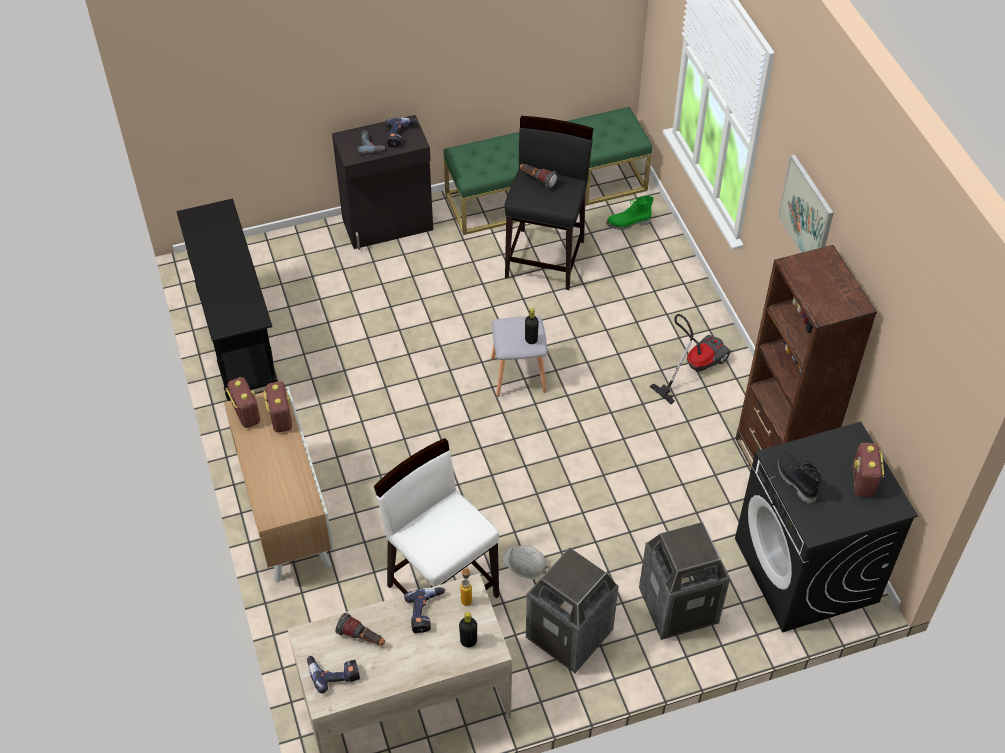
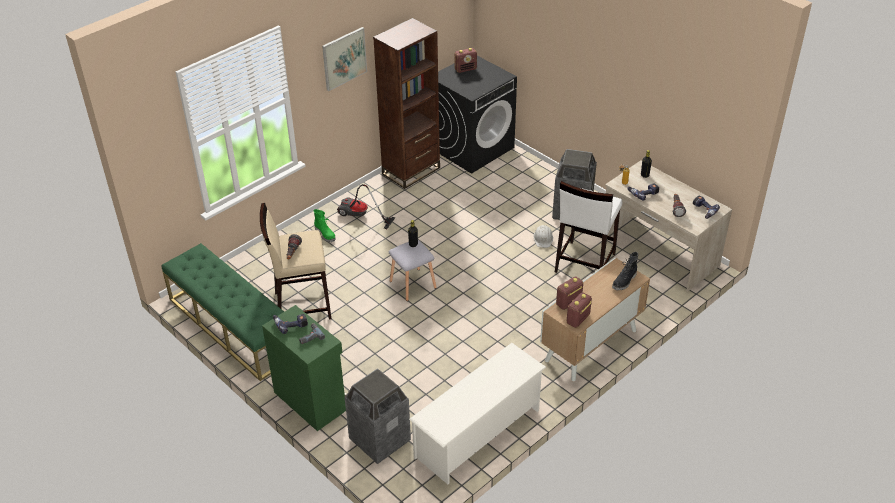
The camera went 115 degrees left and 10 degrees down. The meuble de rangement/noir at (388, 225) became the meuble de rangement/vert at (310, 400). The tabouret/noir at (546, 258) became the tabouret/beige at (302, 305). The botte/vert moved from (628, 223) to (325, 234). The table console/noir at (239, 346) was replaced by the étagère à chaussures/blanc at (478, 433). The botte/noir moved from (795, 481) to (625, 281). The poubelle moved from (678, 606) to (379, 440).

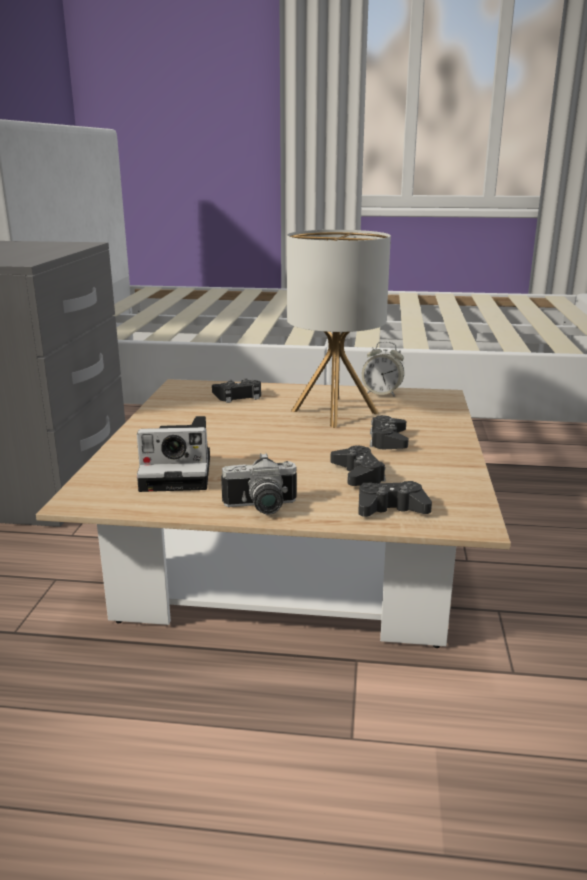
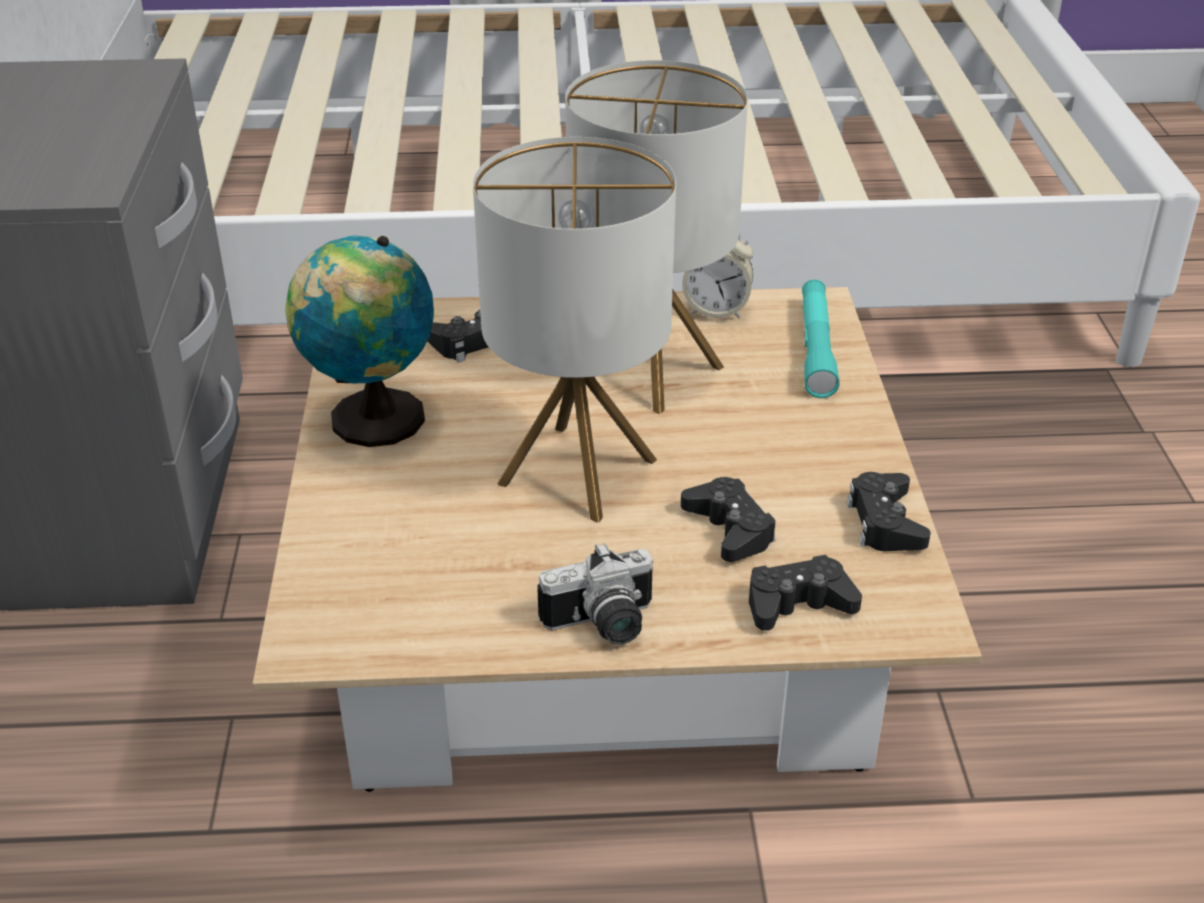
The camera went 10 degrees left and 15 degrees up. The manette/noir moved from (388, 440) to (885, 522). The appareil photo at (180, 472) disappeared. The lampe de table at (577, 471) appeared. The globe at (371, 421) appeared. The lampe de poche/turquoise at (816, 348) appeared.

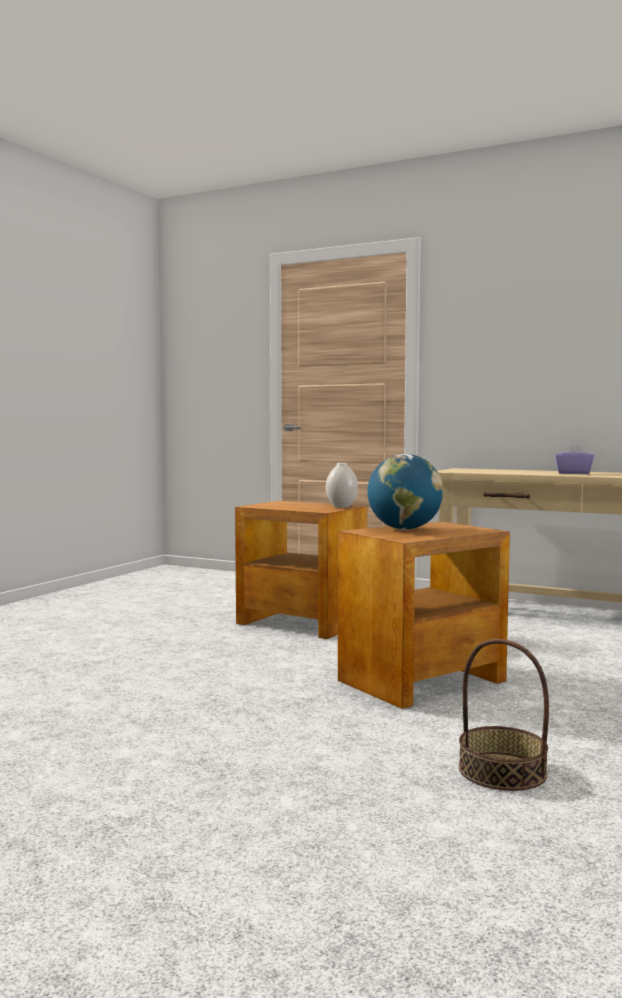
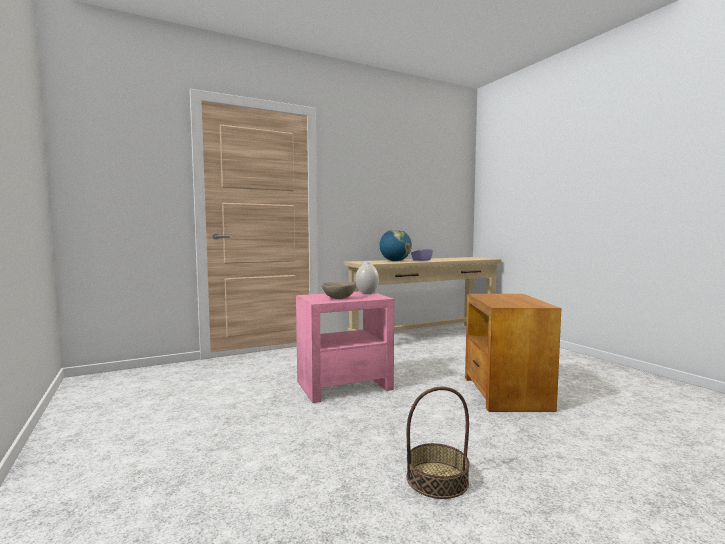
The camera went 55 degrees left and 0 degrees up. The globe moved from (404, 529) to (395, 261). The table d'appoint/marron at (301, 622) became the table d'appoint/rose at (343, 385). The panier moved from (502, 771) to (437, 479). The bol/beige at (338, 298) appeared.

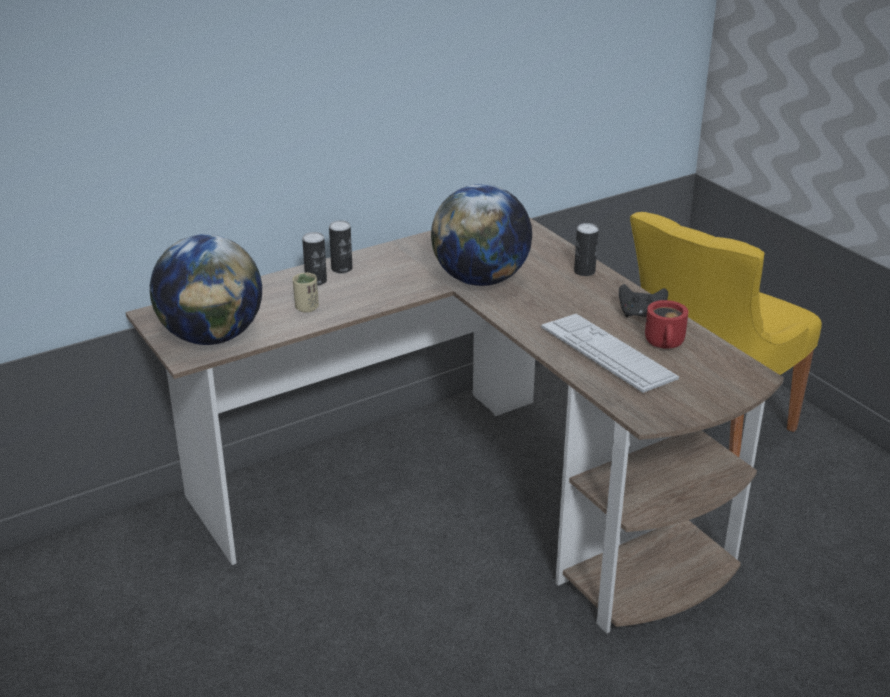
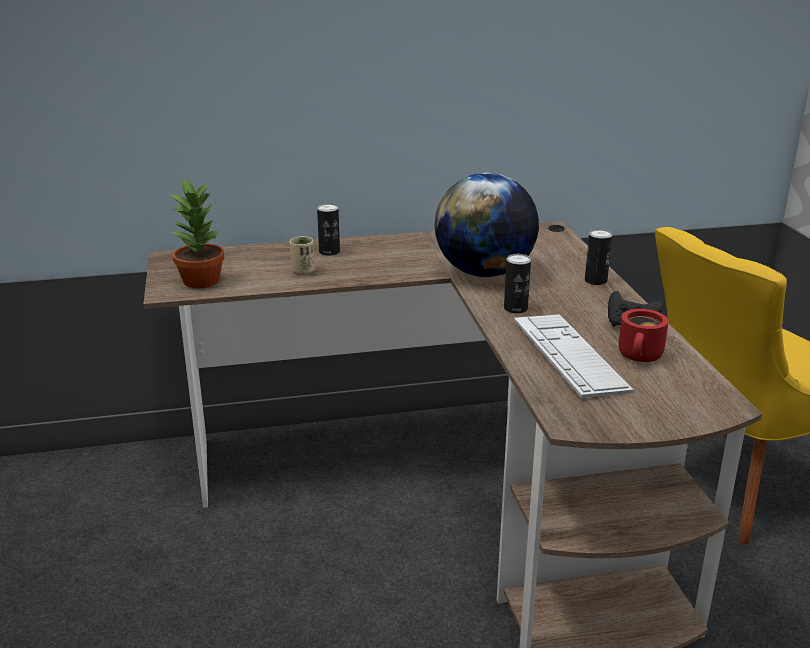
The camera went 20 degrees right and 5 degrees down. The boîte métallique moved from (341, 268) to (515, 309). The globe at (212, 336) was replaced by the plante en pot at (202, 280).

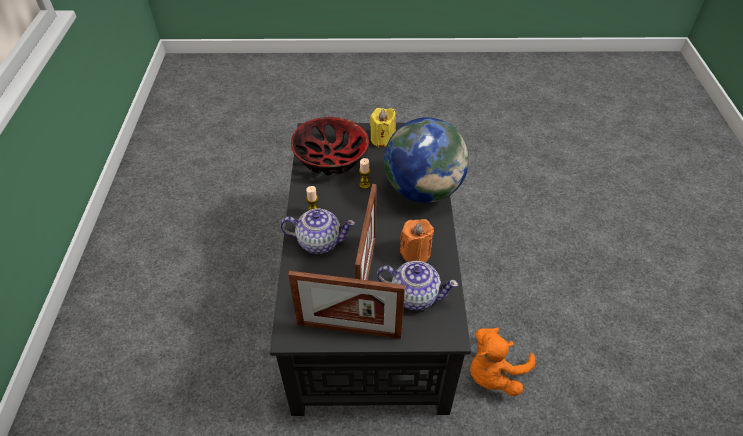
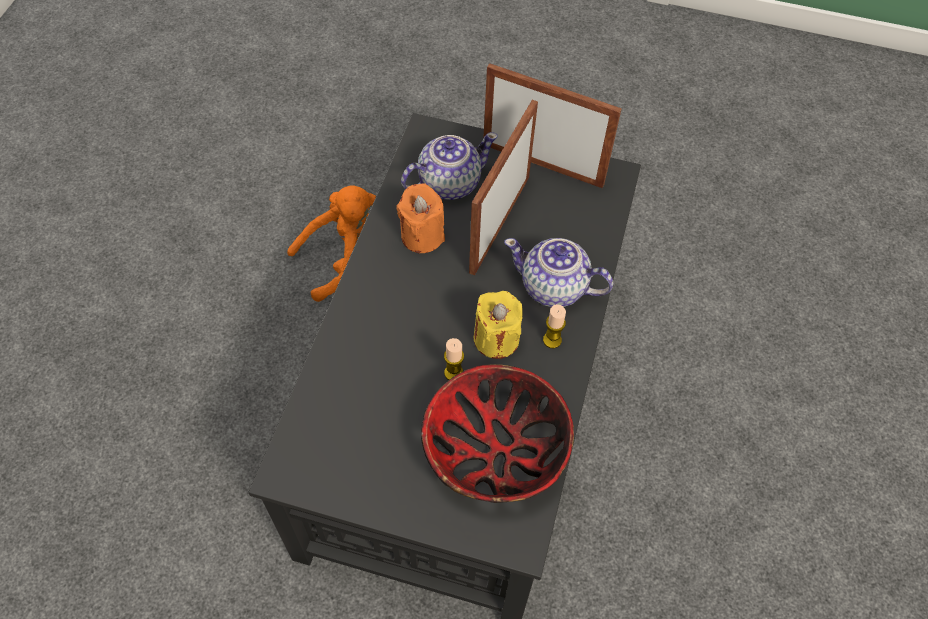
The camera went 165 degrees left and 10 degrees up. The bougie/jaune moved from (382, 139) to (496, 339). The globe at (423, 189) disappeared. The théière at (414, 295) turned 120 degrees clockwise.

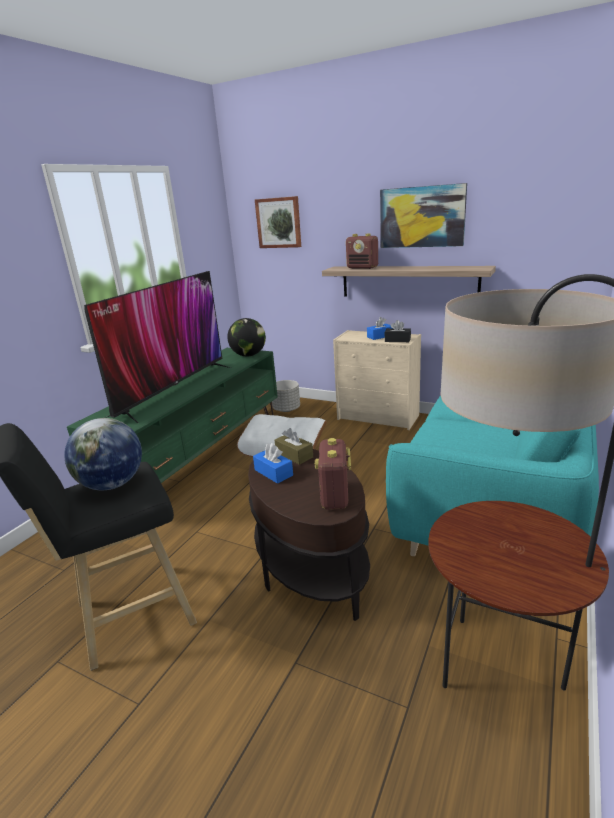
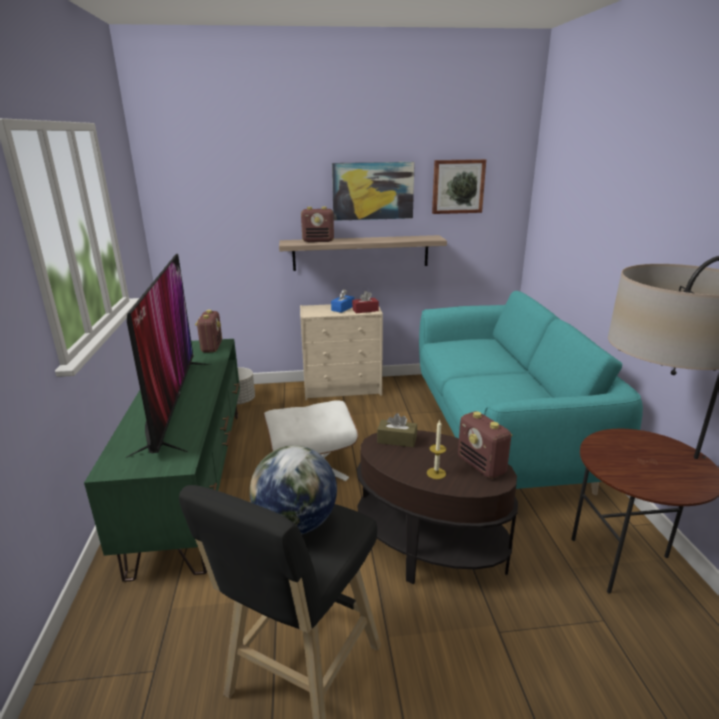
The camera went 35 degrees left and 0 degrees up. The tableau moved from (279, 222) to (458, 186). The globe at (248, 355) was replaced by the radio at (211, 347). The boîte à mouchoirs/noir at (397, 340) became the boîte à mouchoirs/rouge at (365, 310). The boîte à mouchoirs/bleu at (273, 472) disappeared. The bougie at (436, 473) appeared.

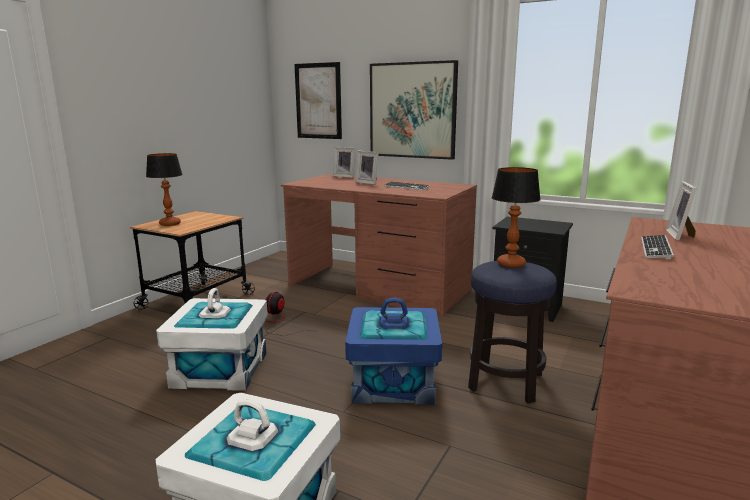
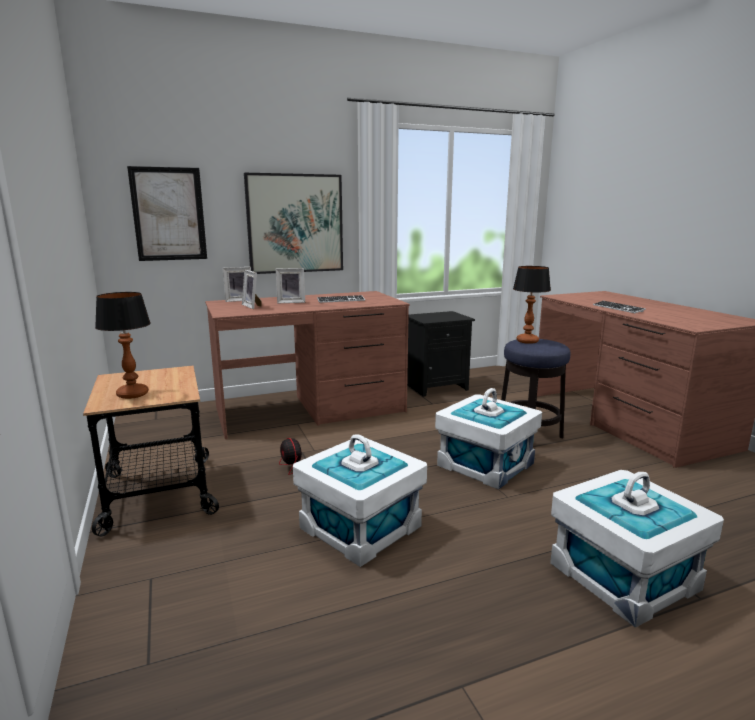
The camera went 50 degrees left and 0 degrees up. The cadre photo moved from (681, 236) to (253, 306). The boîte de rangement/bleu at (393, 381) became the boîte de rangement/blanc at (485, 464).

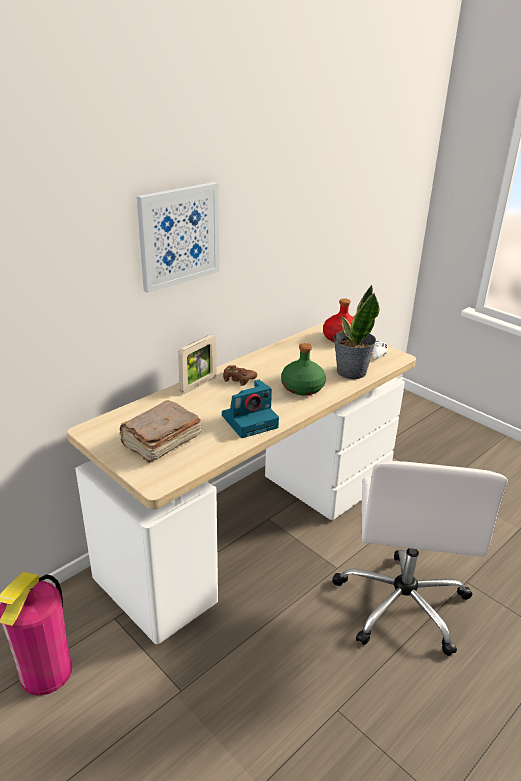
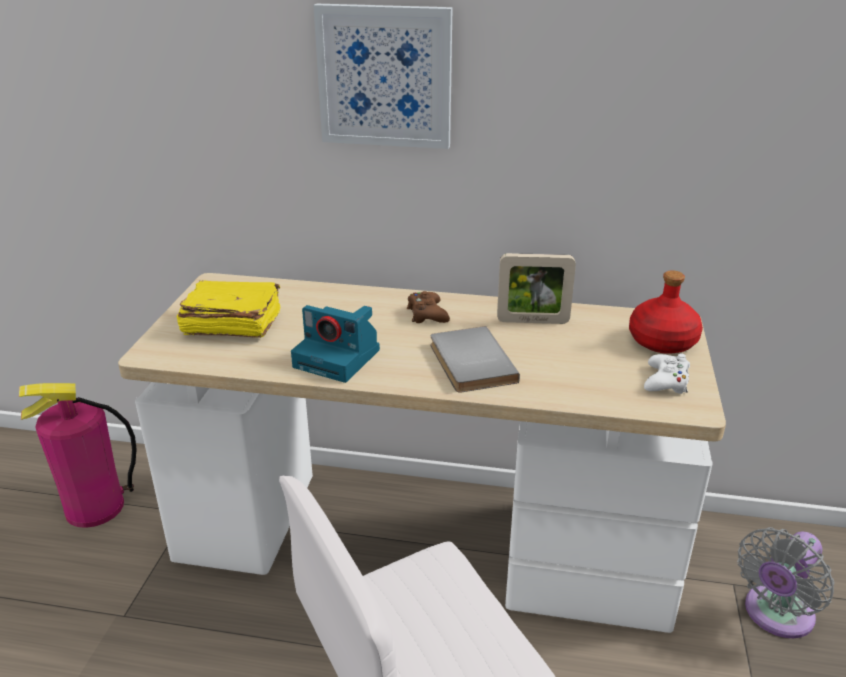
The camera went 55 degrees right and 0 degrees up. The plante en pot at (351, 372) disappeared. The cadre photo moved from (198, 384) to (532, 321). The bouteille/vert at (302, 388) was replaced by the livre/gris at (469, 363). The livre/marron at (160, 442) became the livre/jaune at (231, 324). The ventilateur/gris at (775, 615) appeared.

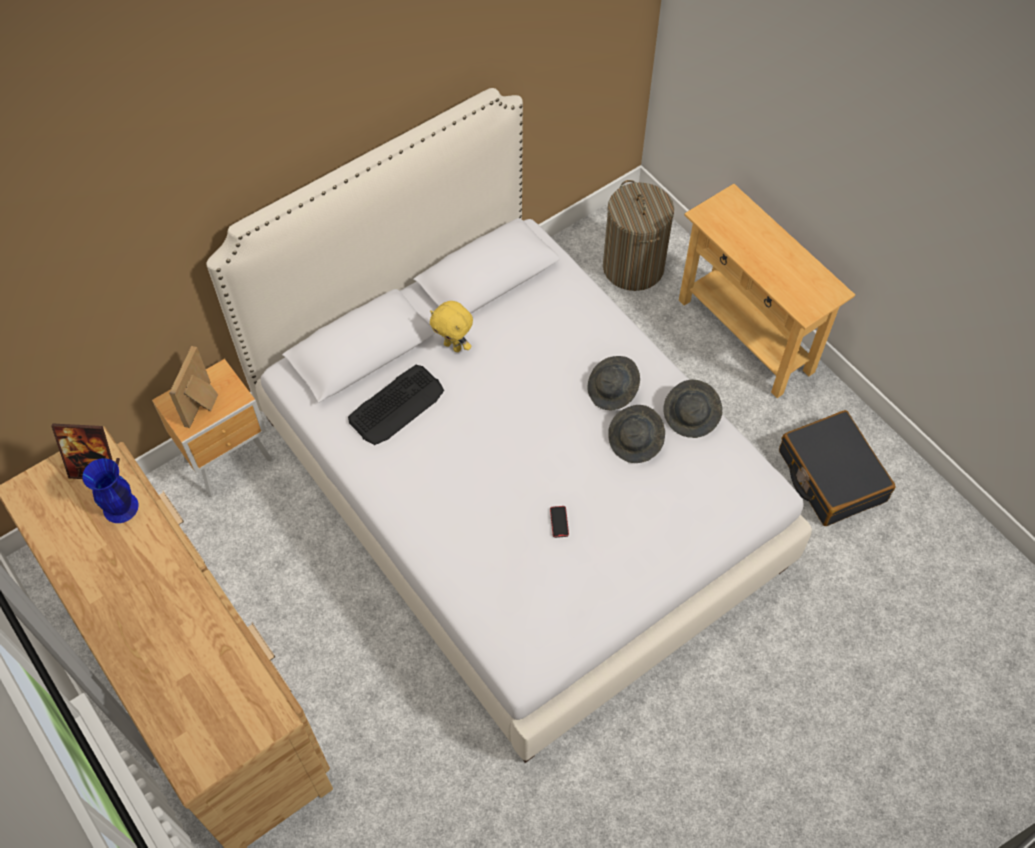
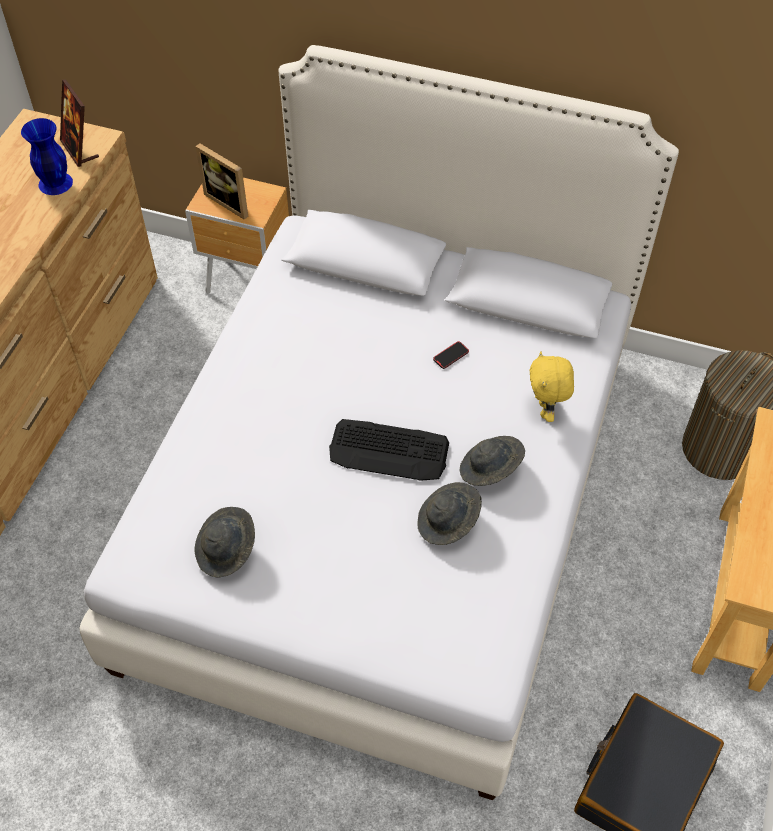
The camera went 55 degrees right and 5 degrees down. The peluche/jaune moved from (453, 346) to (546, 411). The cadre photo at (203, 405) turned 120 degrees counterclockwise. The clavier moved from (397, 405) to (389, 451). The chapeau/gris moved from (691, 416) to (227, 551). The téléphone moved from (559, 522) to (451, 356).

